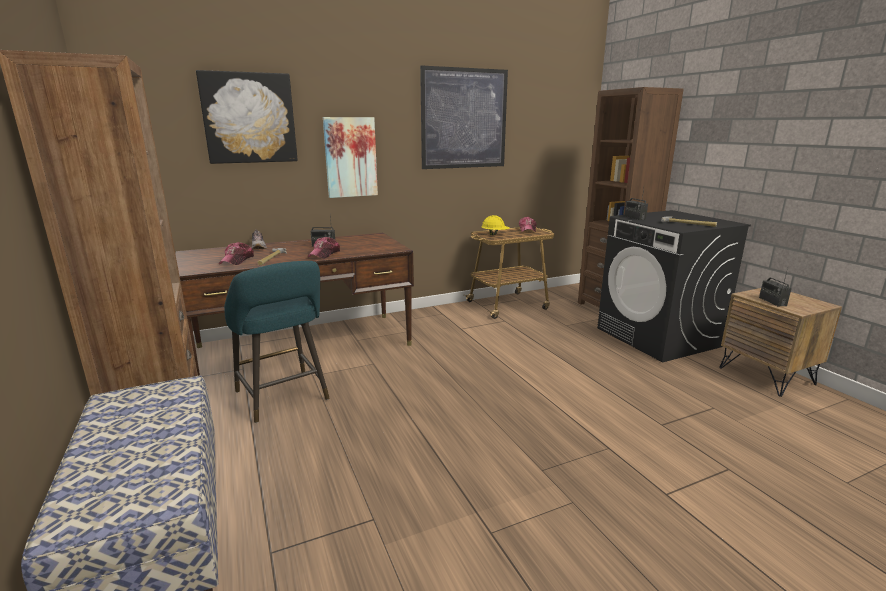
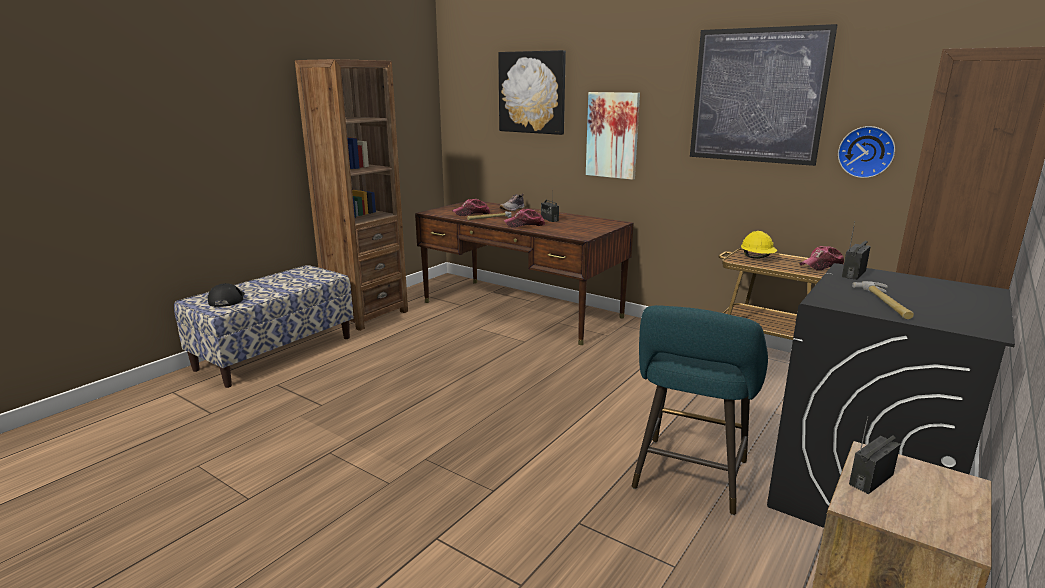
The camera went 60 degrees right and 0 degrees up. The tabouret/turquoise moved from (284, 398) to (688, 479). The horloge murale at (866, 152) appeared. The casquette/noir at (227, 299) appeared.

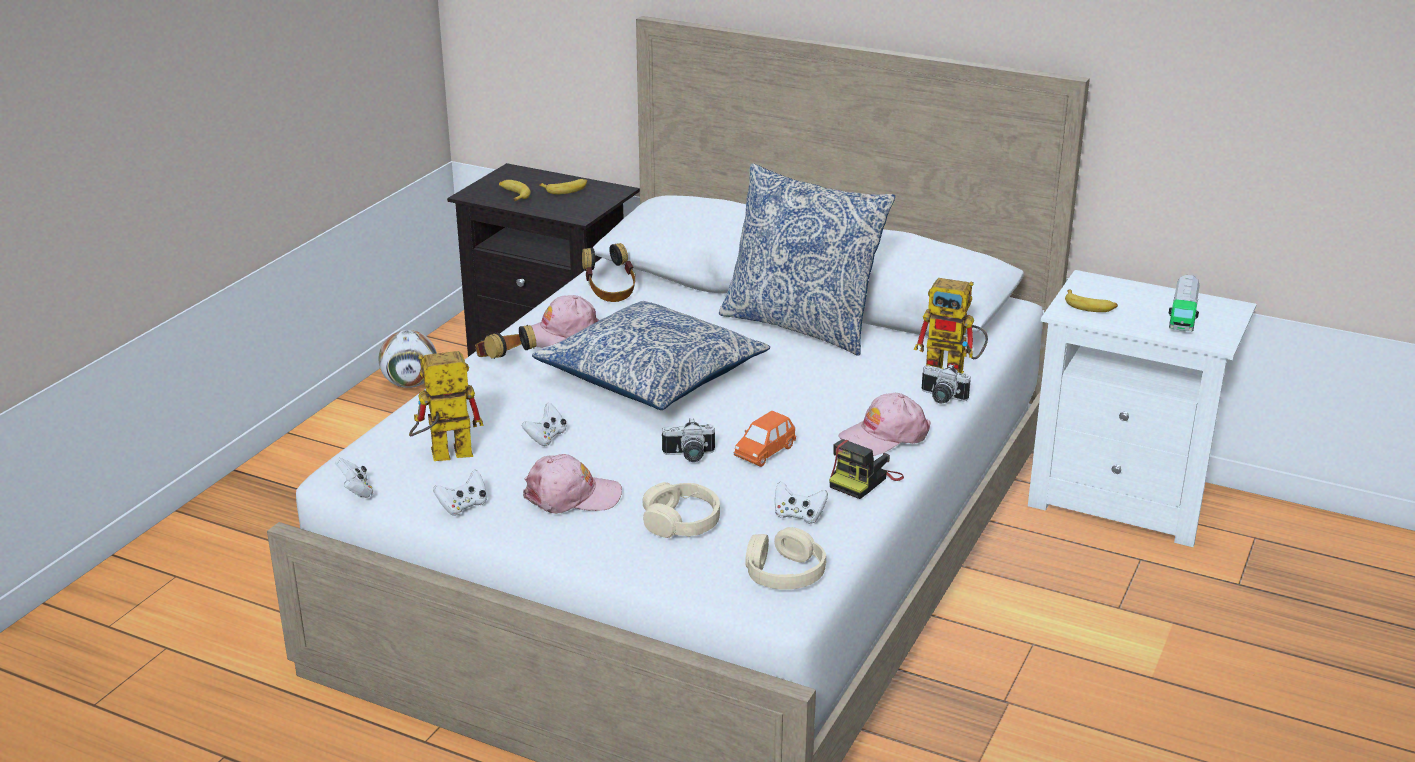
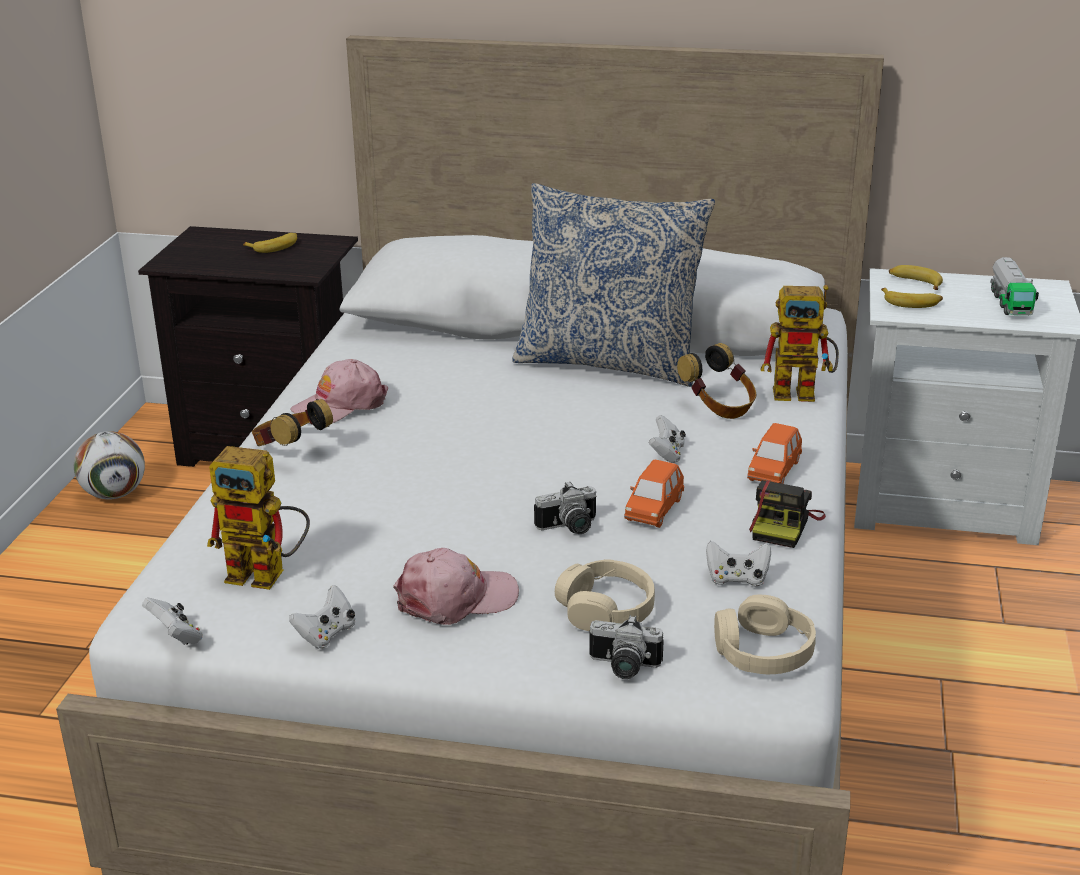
The camera went 15 degrees left and 0 degrees up. The banane moved from (513, 194) to (915, 282). The casque audio moved from (610, 292) to (719, 407). The coussin at (651, 375) disappeared. The robot jouet at (442, 456) turned 135 degrees counterclockwise. The appareil photo moved from (941, 398) to (623, 667). The casquette/rose at (884, 436) was replaced by the petite voiture/orange at (774, 471). The manette/blanc moved from (546, 437) to (667, 454).

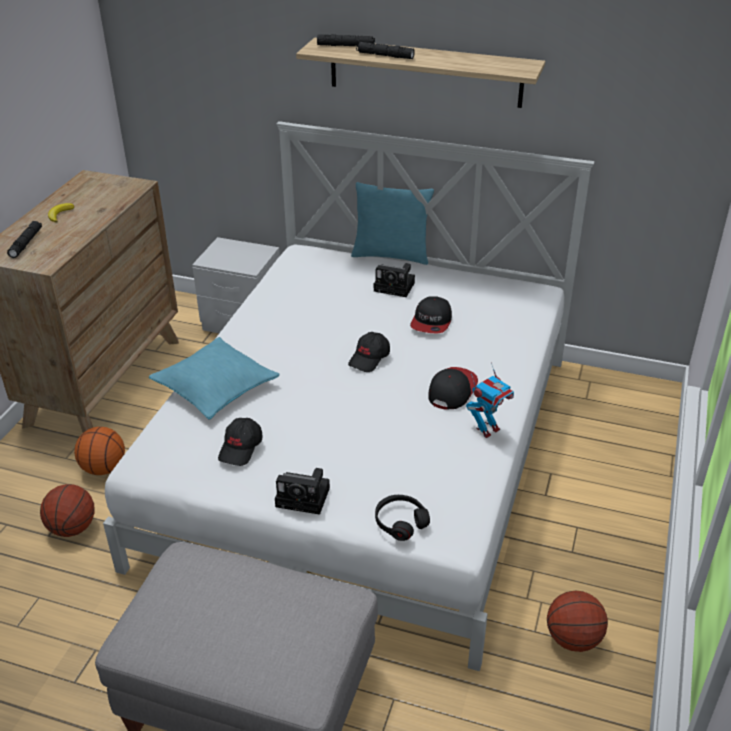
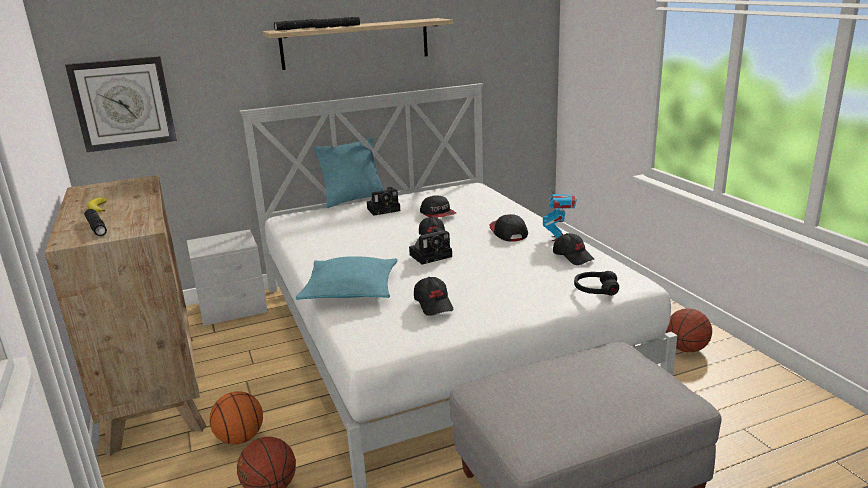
The camera went 40 degrees left and 15 degrees down. The appareil photo moved from (305, 497) to (432, 255). The horloge murale at (123, 103) appeared. The casquette/noir at (573, 257) appeared.

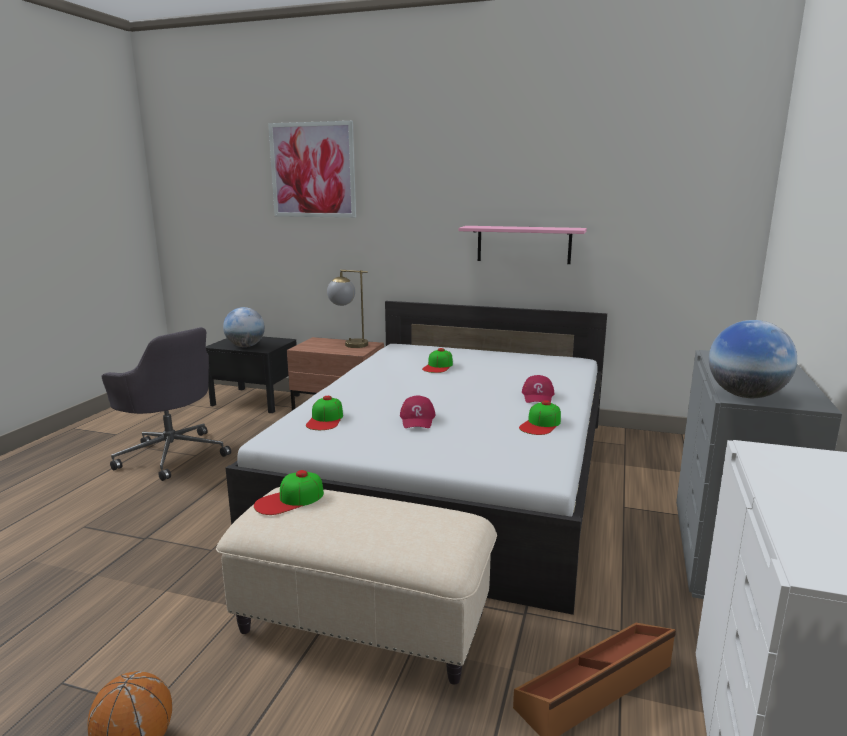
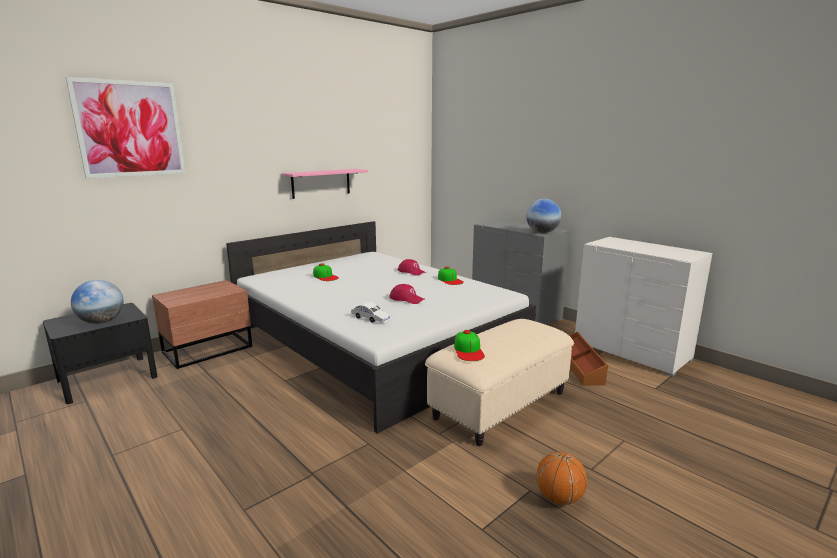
The camera went 60 degrees left and 0 degrees up. The lampe de table at (348, 344) disappeared. The chaise de bureau/gris at (172, 455) disappeared. The casquette at (325, 419) was replaced by the petite voiture/blanc at (370, 318).

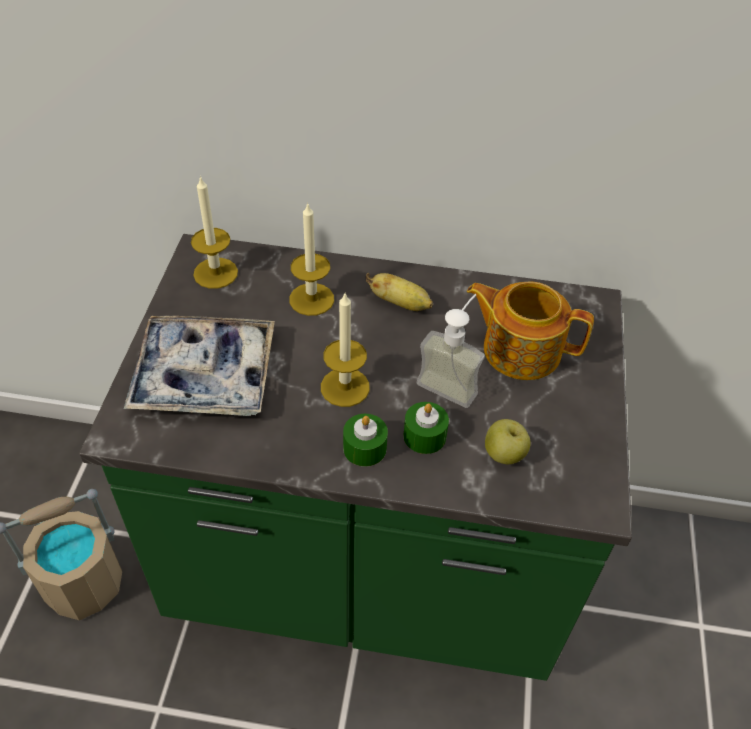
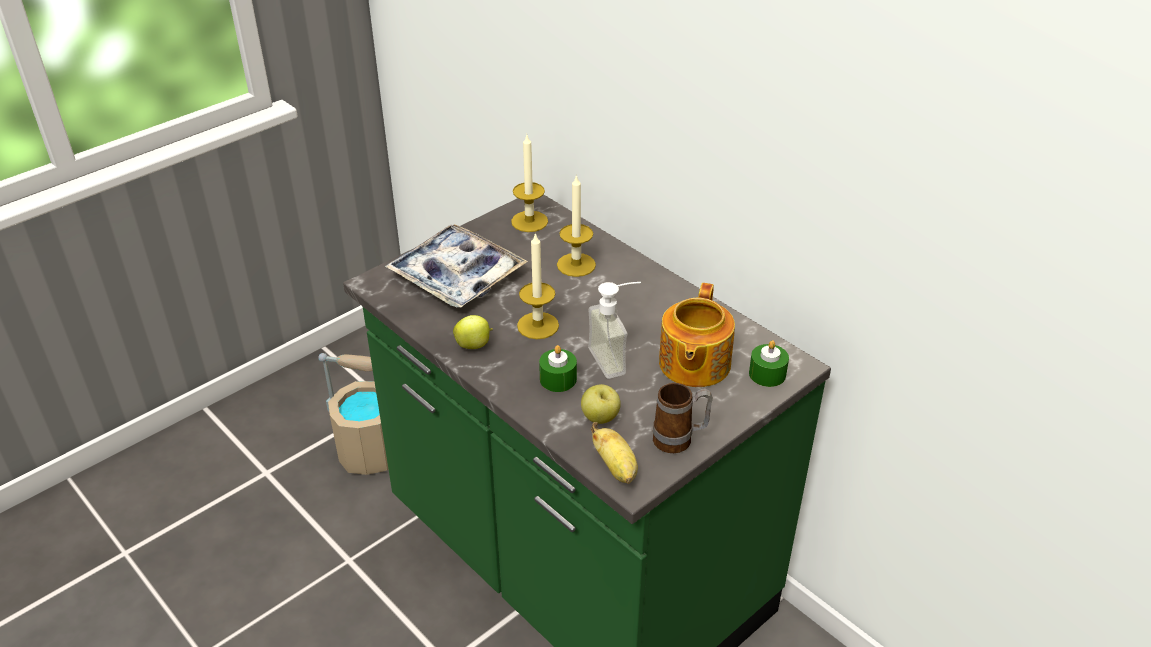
The camera went 40 degrees right and 10 degrees down. The banane moved from (400, 303) to (616, 468). The théière at (520, 349) turned 135 degrees counterclockwise. The bougie/vert moved from (364, 448) to (767, 374). The pomme at (474, 345) appeared. The mug at (680, 440) appeared.

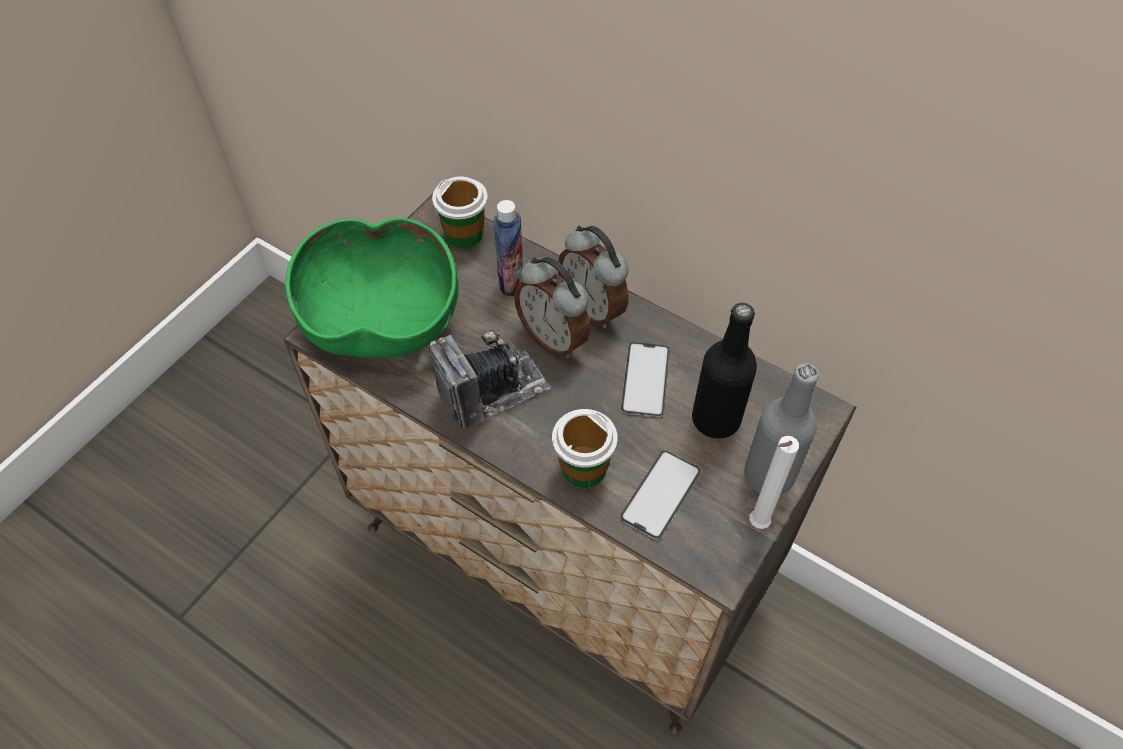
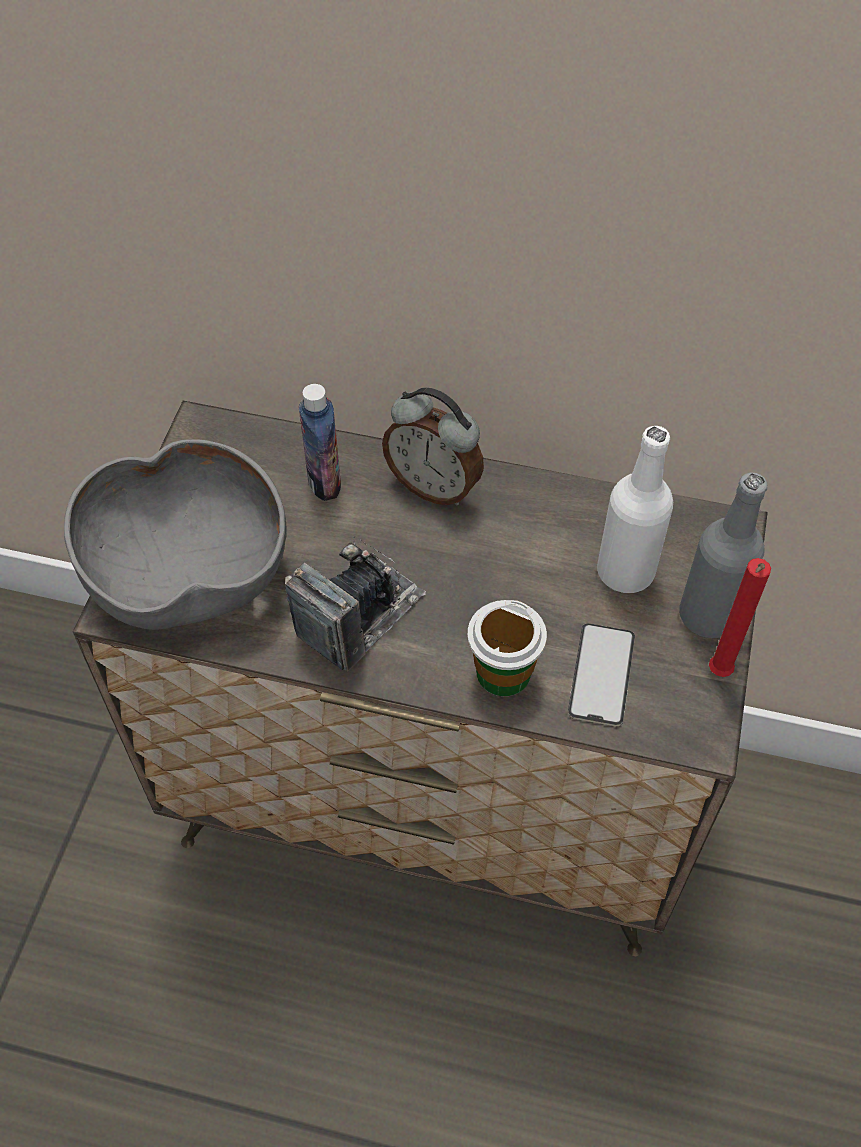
The camera went 20 degrees left and 0 degrees up. The tasse at (464, 234) disappeared. The bol/vert at (382, 320) became the bol/gris at (189, 573). The réveil at (554, 338) disappeared. The bouteille/noir at (716, 419) became the bouteille/blanc at (625, 571). The téléphone at (645, 379) disappeared. The bougie/blanc at (755, 525) became the bougie/rouge at (717, 674).

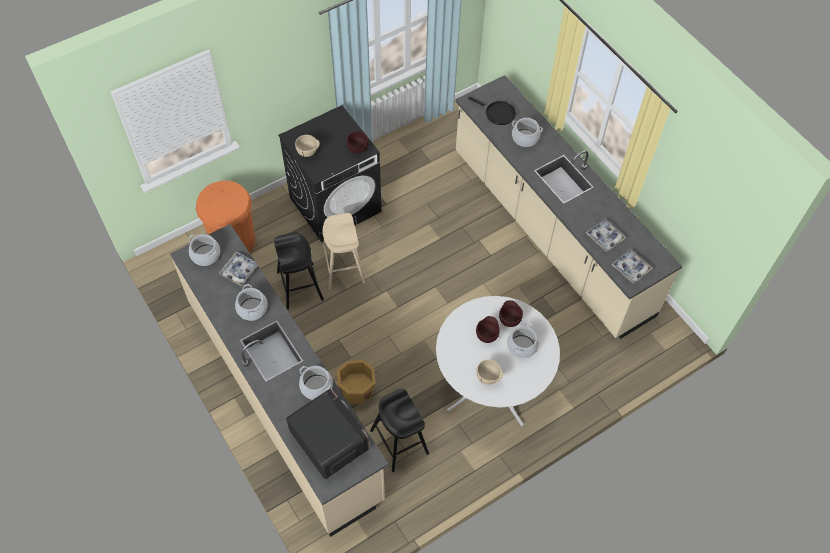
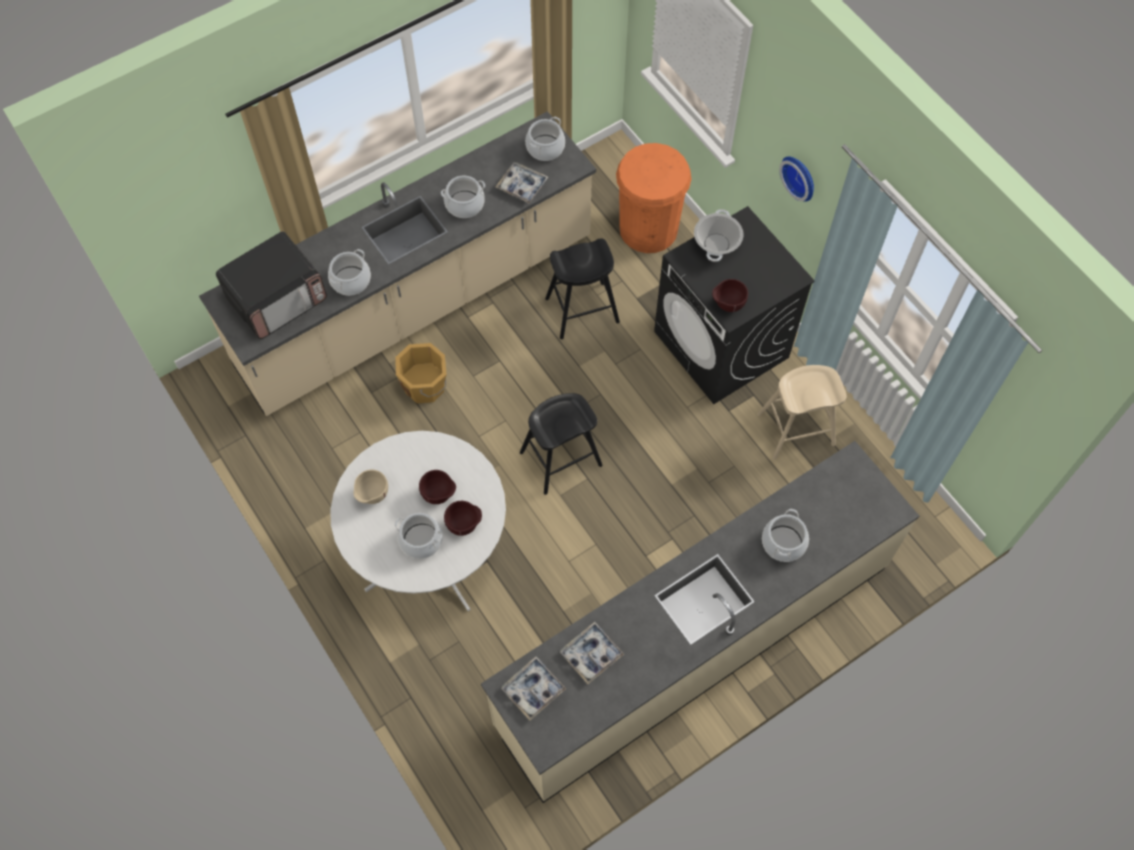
The camera went 90 degrees right and 5 degrees up. The poêle/noir at (498, 113) disappeared. The bol/beige at (308, 153) was replaced by the marmite at (717, 244). The tabouret/beige moved from (343, 268) to (795, 429). The tabouret/noir moved from (399, 442) to (560, 459). The horloge murale at (800, 176) appeared.

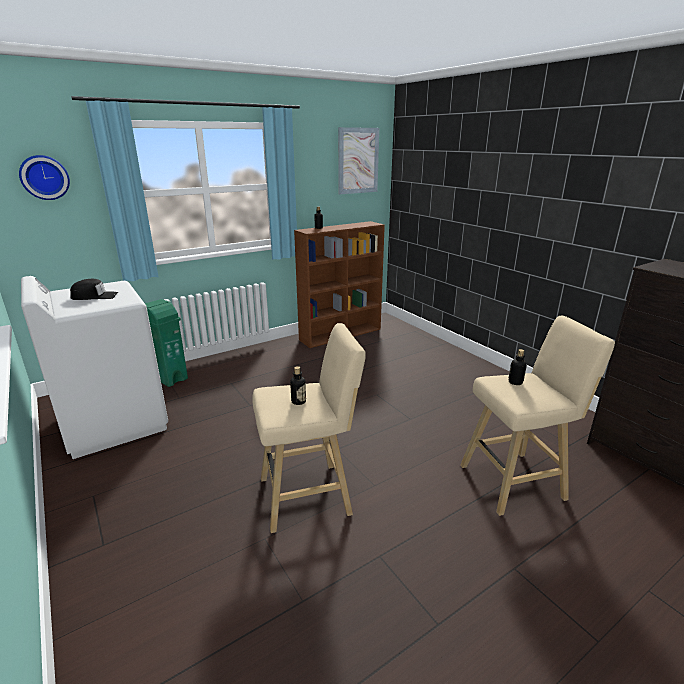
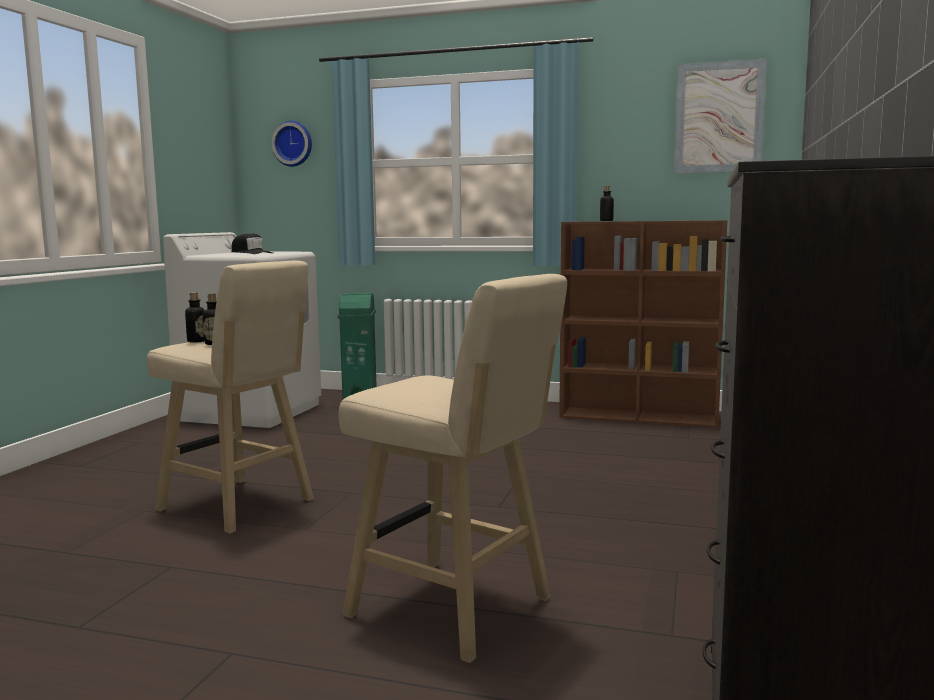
The camera went 50 degrees right and 15 degrees down. The bouteille moved from (515, 382) to (197, 341).

